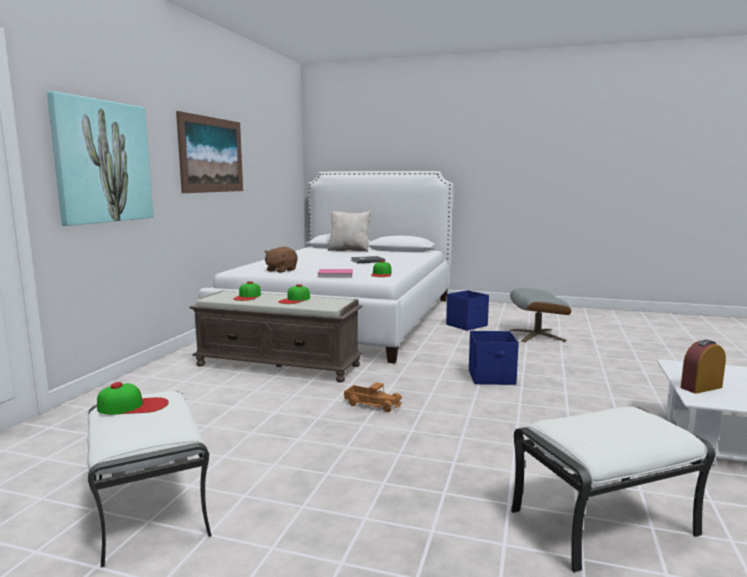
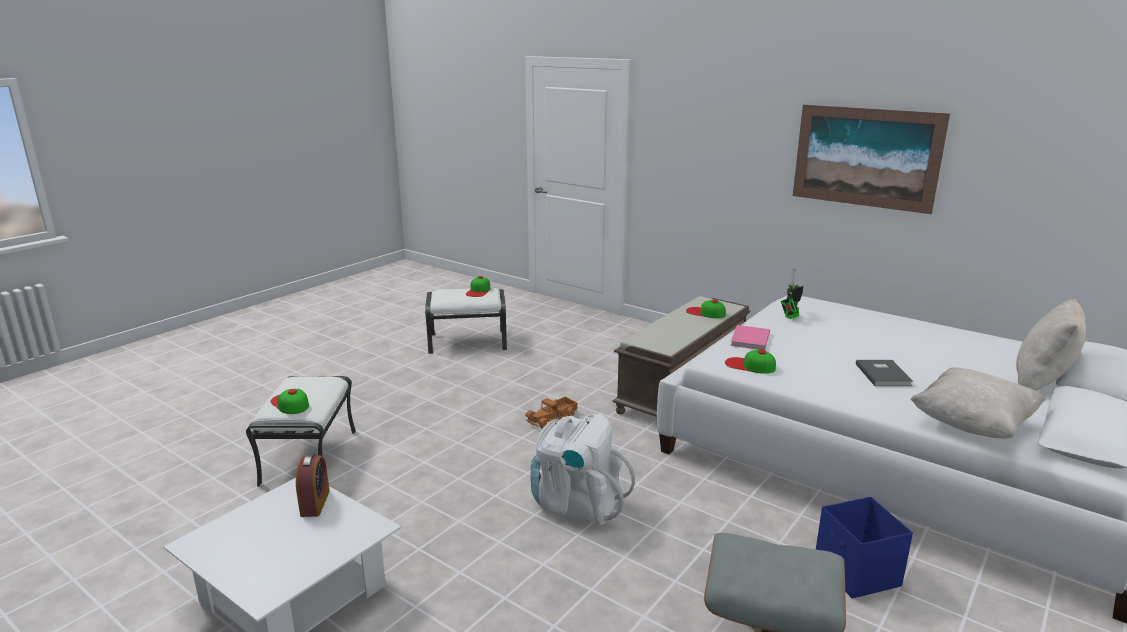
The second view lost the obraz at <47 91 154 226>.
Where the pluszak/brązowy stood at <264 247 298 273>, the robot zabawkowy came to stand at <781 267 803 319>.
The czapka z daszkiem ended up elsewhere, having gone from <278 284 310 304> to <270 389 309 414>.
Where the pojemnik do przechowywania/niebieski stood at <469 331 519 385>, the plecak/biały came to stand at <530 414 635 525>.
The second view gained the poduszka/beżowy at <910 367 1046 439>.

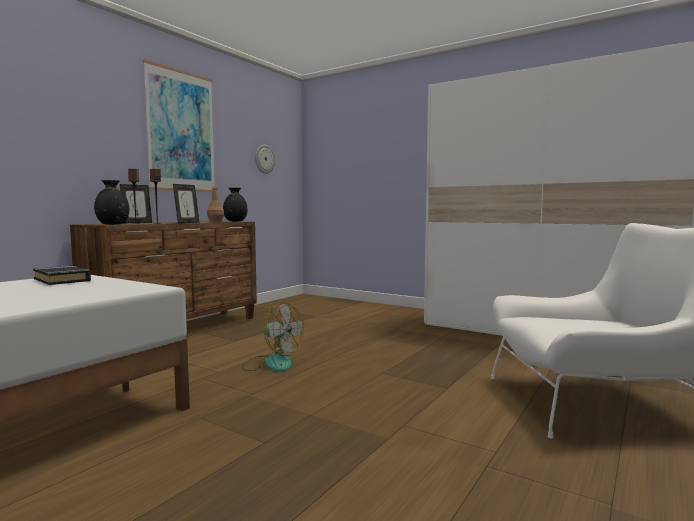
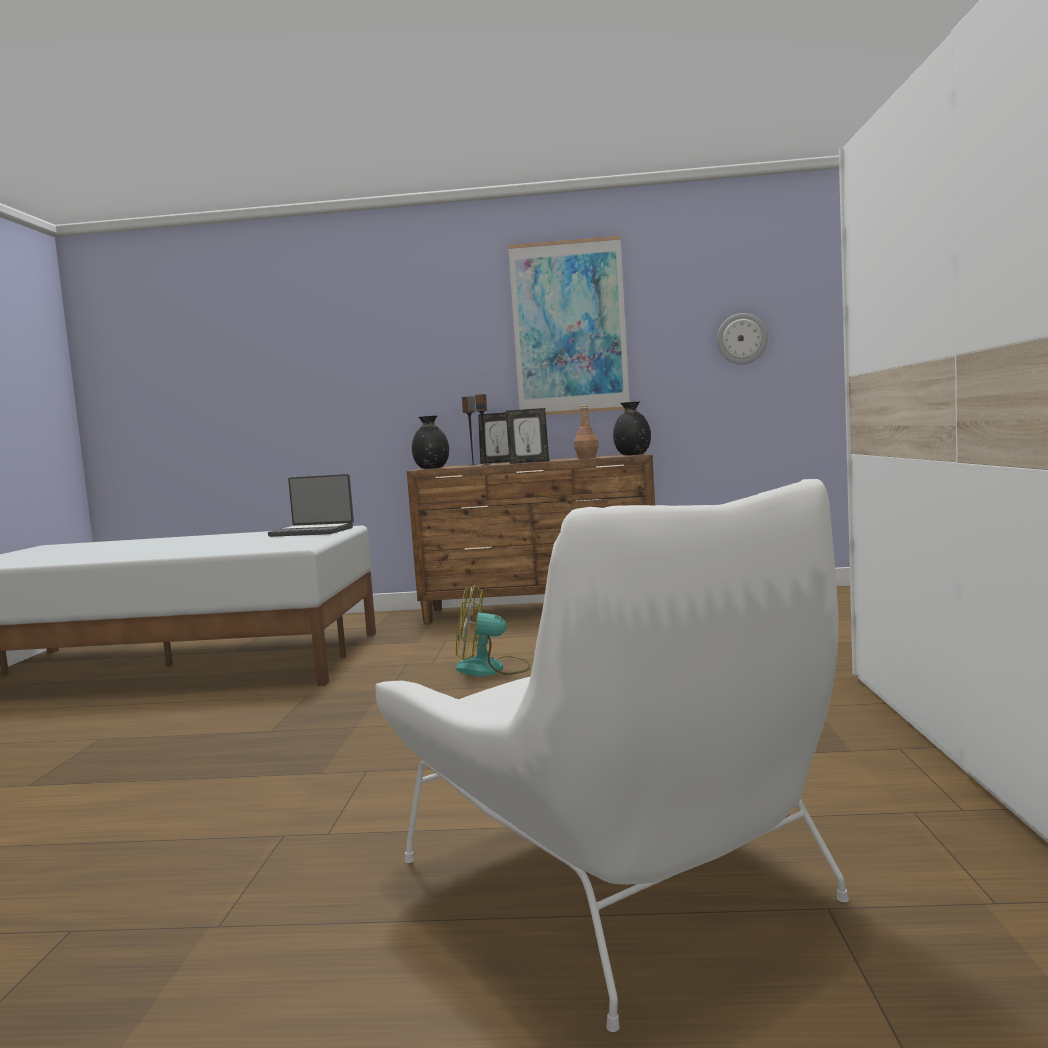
Where the książka/czarny stood at <33 266 91 285>, the laptop came to stand at <268 474 354 537>.
The wentylator at <241 302 304 372> ended up facing another way, 90 degrees clockwise from before.

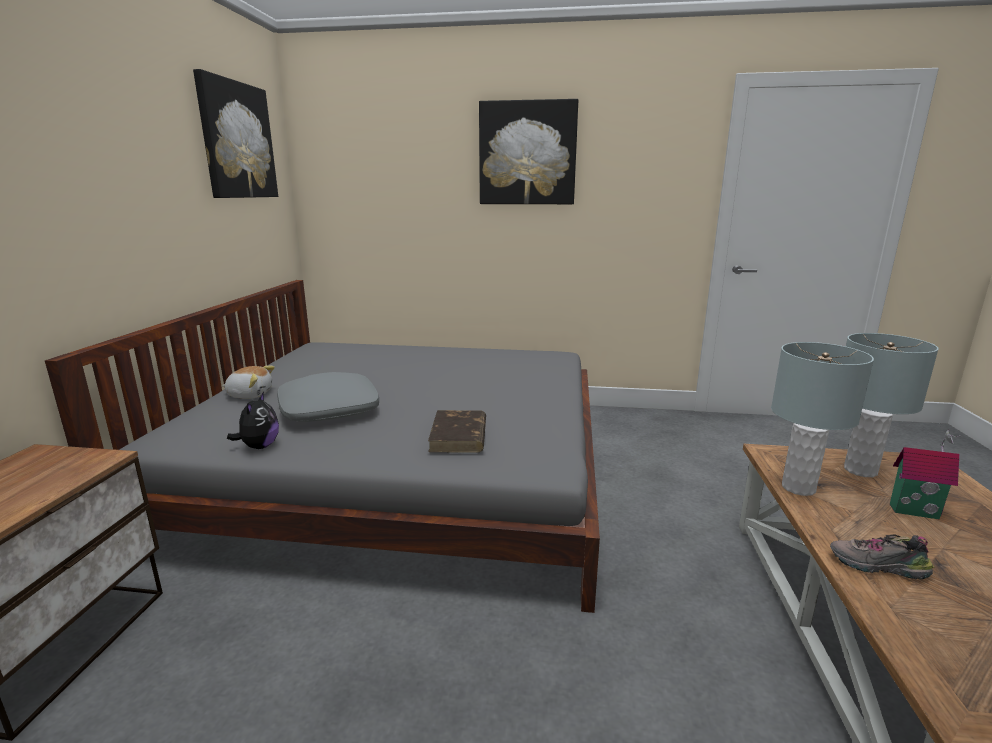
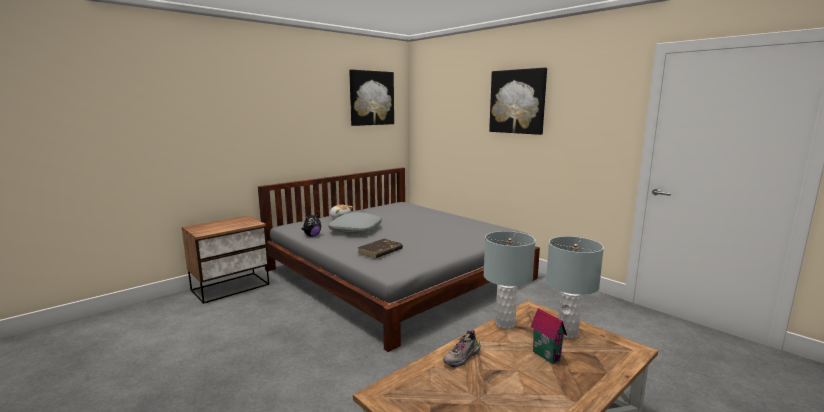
The but at <830 534 935 580> ended up facing another way, 105 degrees counterclockwise from before.

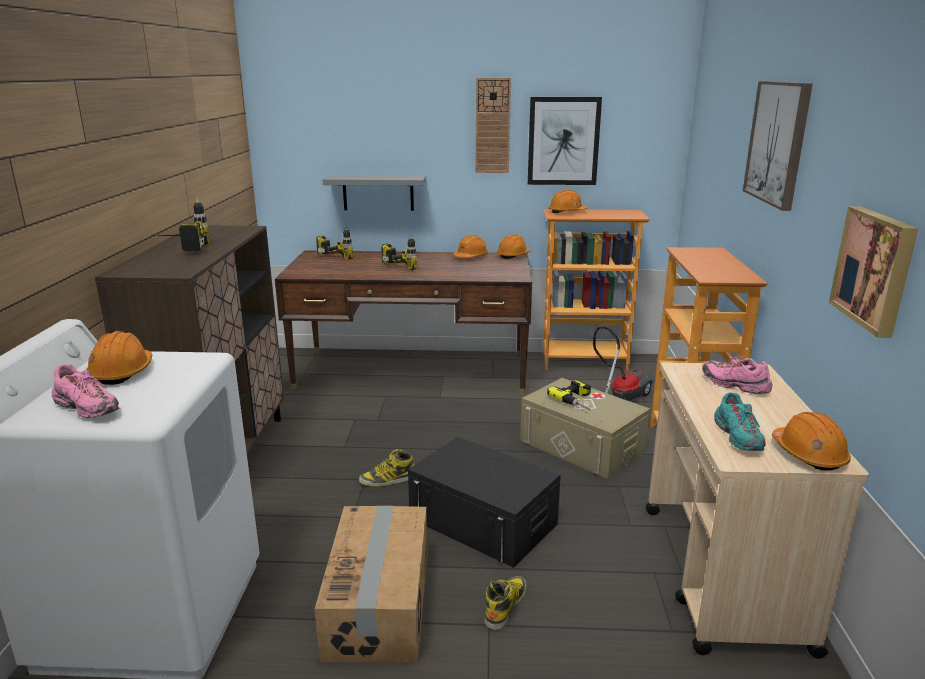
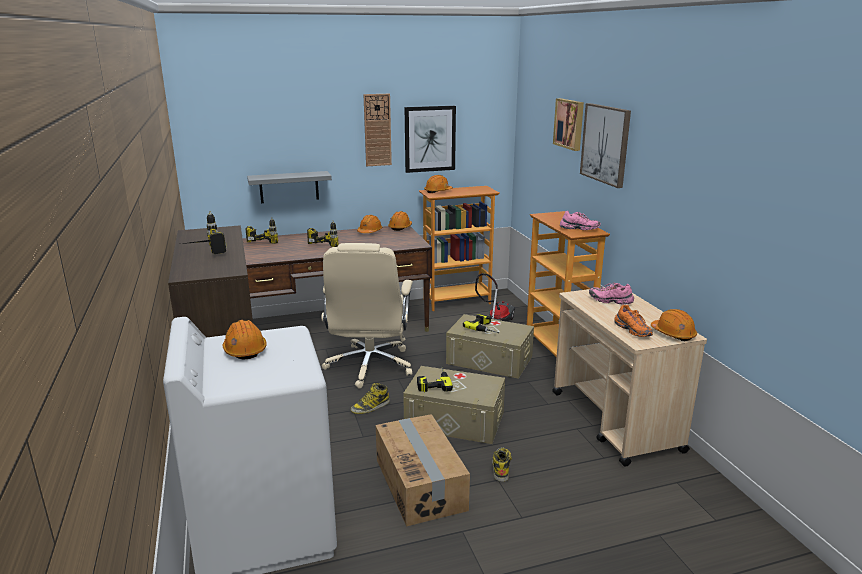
The obraz ended up elsewhere, having gone from <829 206 918 338> to <553 98 584 151>.
The but/różowy ended up elsewhere, having gone from <52 364 120 418> to <560 211 601 230>.
What was the but/turkusowy at <714 392 766 451> turned into the but/pomarańczowy at <614 305 653 337>.
What was the pojemnik do przechowywania/czarny at <408 437 561 568> turned into the pojemnik do przechowywania/beżowy at <403 366 505 444>.
The second view gained the krzesło biurowe/beżowy at <322 243 413 389>.
The second view gained the wiertarka at <417 367 453 392>.

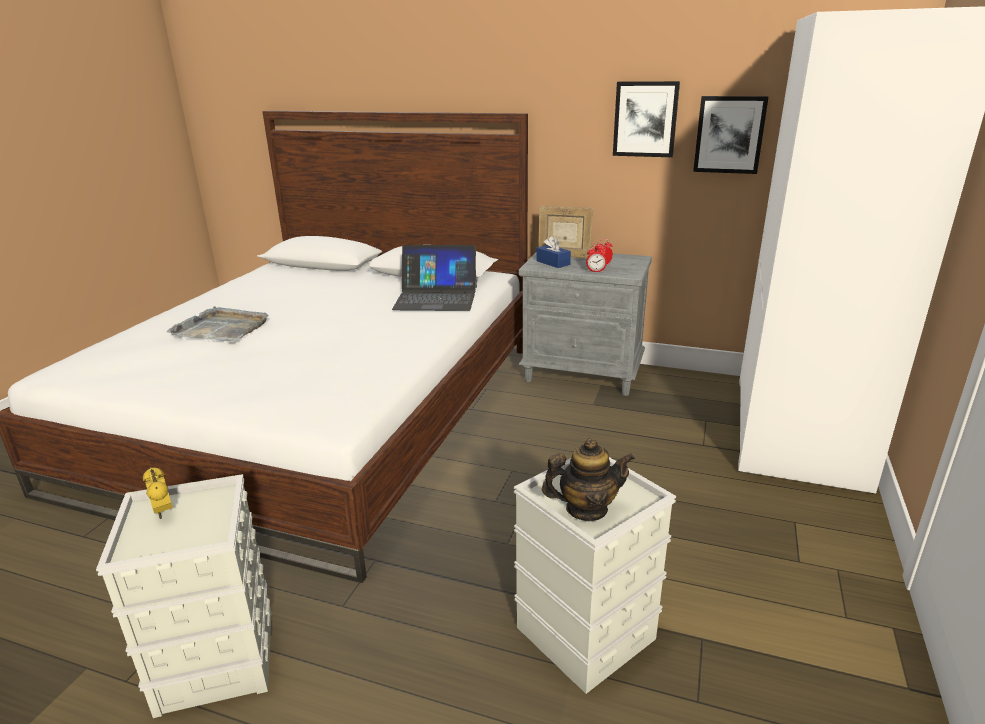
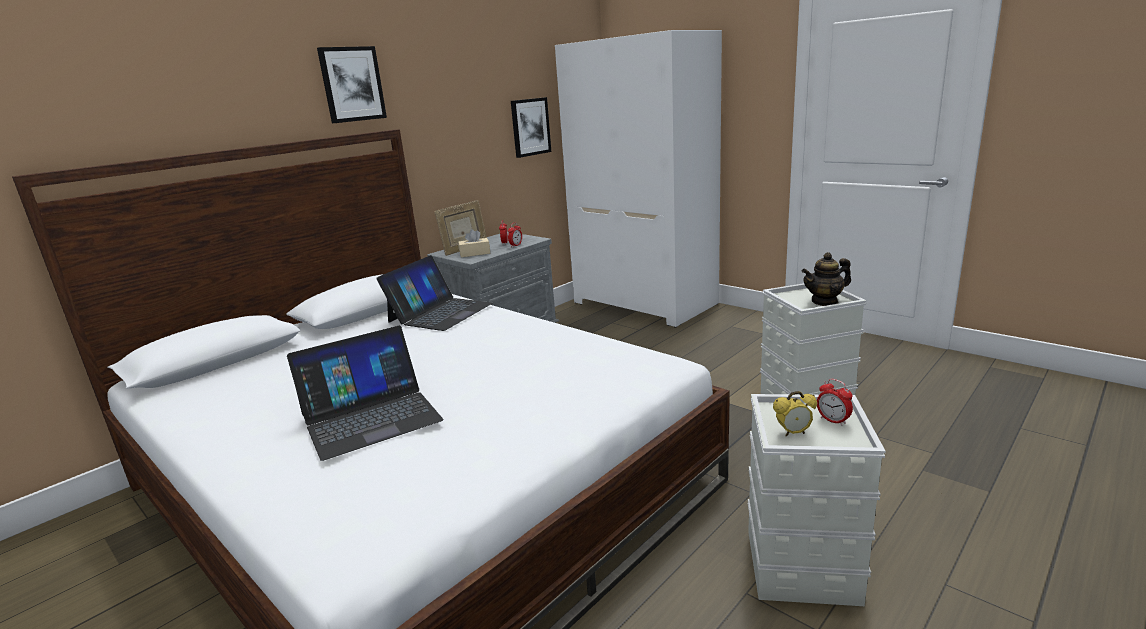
The obraz ended up elsewhere, having gone from <613 81 680 157> to <317 46 387 123>.
What was the pudełko chusteczek/niebieski at <536 236 571 268> turned into the pudełko chusteczek/beżowy at <458 229 490 258>.
Where the taca/szary stood at <166 306 269 342>, the laptop came to stand at <287 326 443 461>.
The imbryk at <542 438 635 521> ended up facing another way, 120 degrees counterclockwise from before.
The second view gained the budzik at <817 379 853 426>.

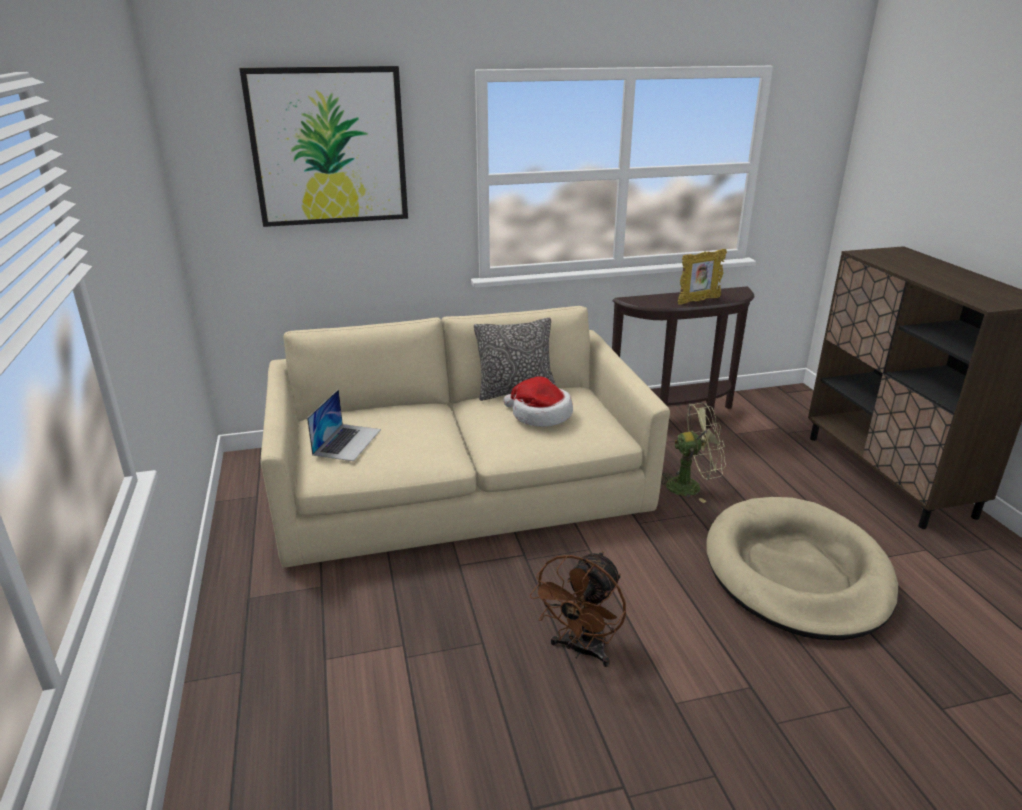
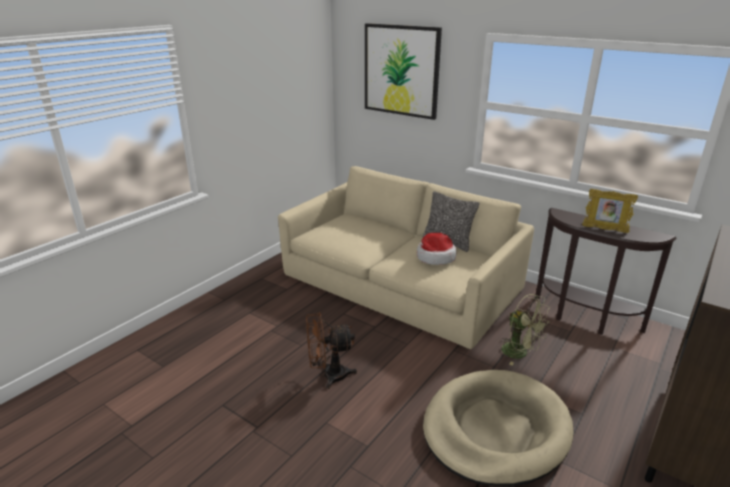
The second view lost the laptop at <307 389 381 461>.

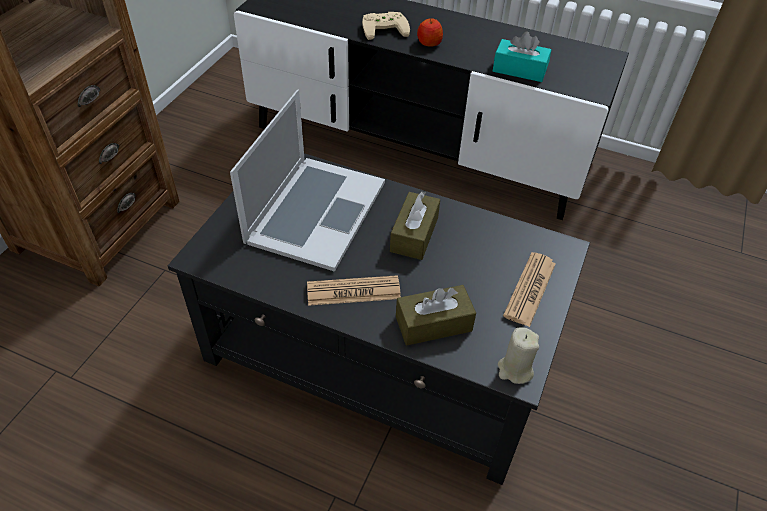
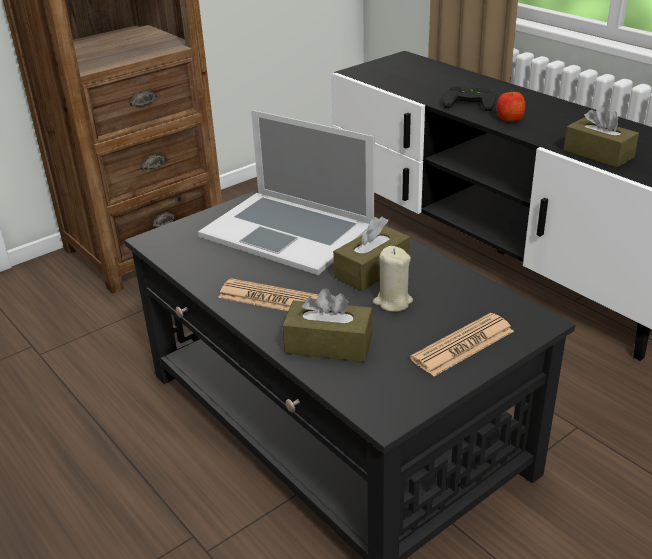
What was the pad do gier/beżowy at <362 12 410 40> turned into the pad do gier/czarny at <443 86 496 111>.
What was the pudełko chusteczek/turkusowy at <493 31 551 82> turned into the pudełko chusteczek/brązowy at <564 105 639 168>.
The laptop at <230 89 385 272> ended up facing another way, 75 degrees clockwise from before.
The świeca/beżowy ended up elsewhere, having gone from <497 327 539 384> to <373 246 413 312>.

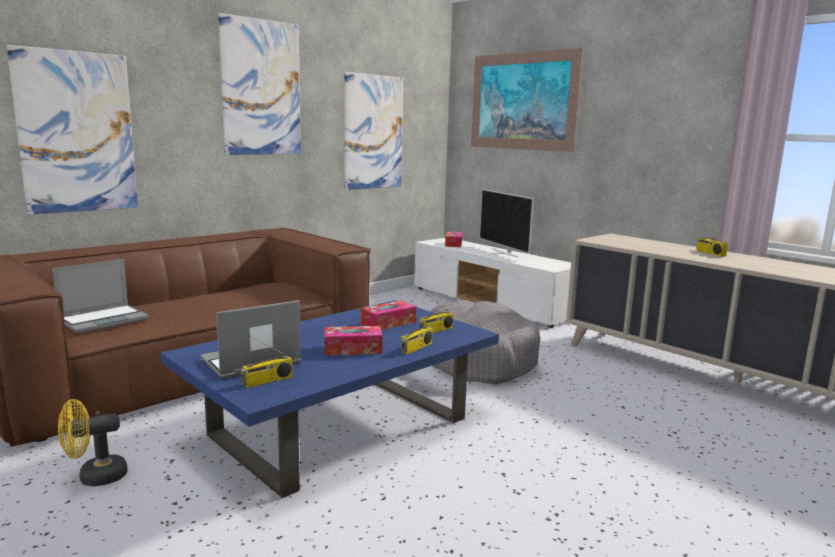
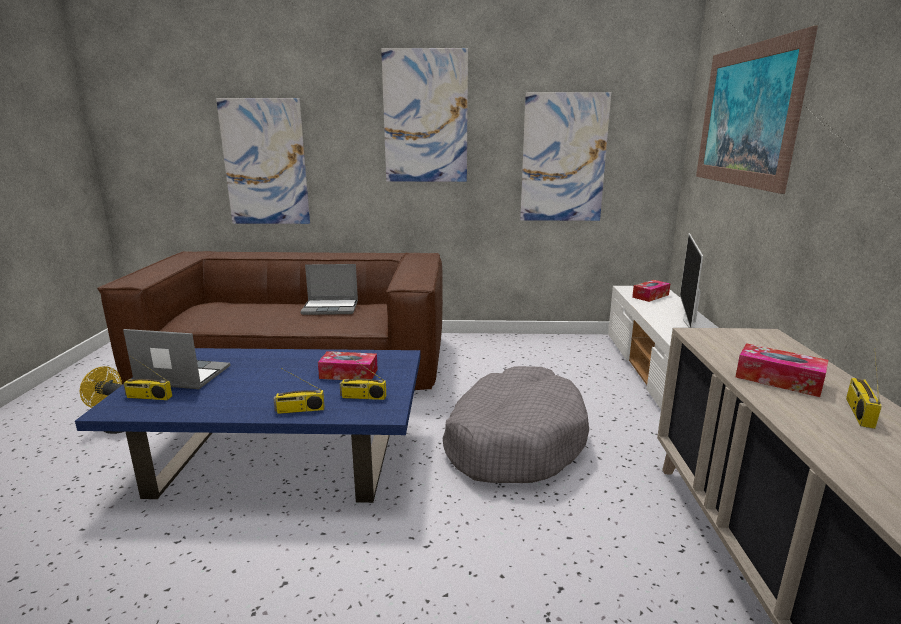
The laptop ended up elsewhere, having gone from <52 259 149 334> to <300 264 358 315>.
The pudełko chusteczek ended up elsewhere, having gone from <324 326 383 355> to <736 343 828 397>.

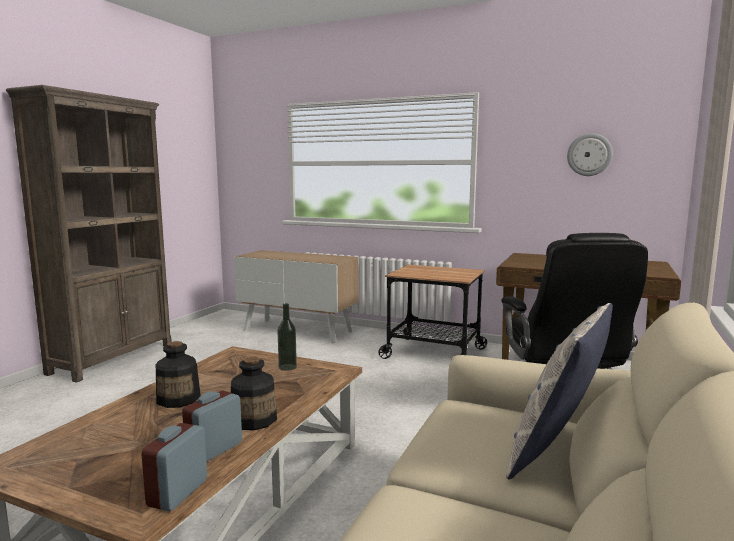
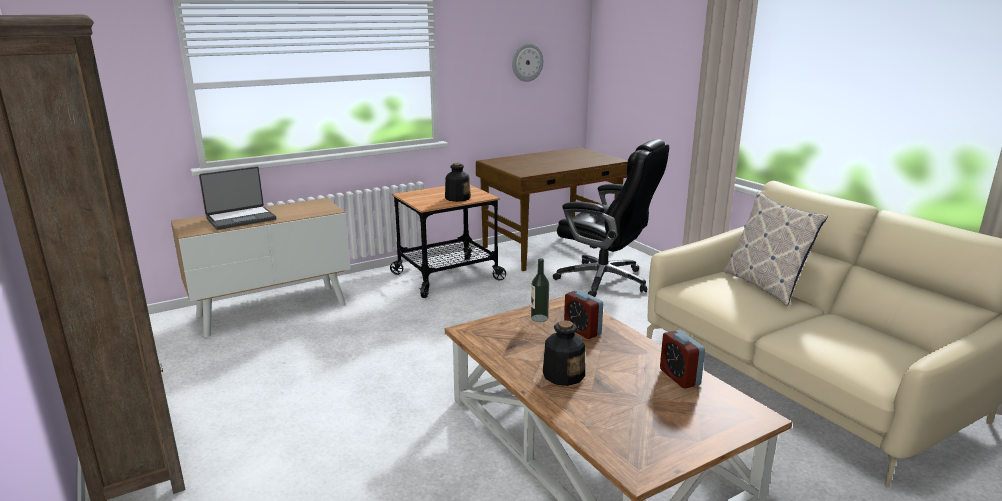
The butelka ended up elsewhere, having gone from <231 357 277 430> to <445 163 471 202>.
The budzik ended up elsewhere, having gone from <141 423 207 511> to <564 290 603 339>.
The second view gained the laptop at <199 166 276 230>.

